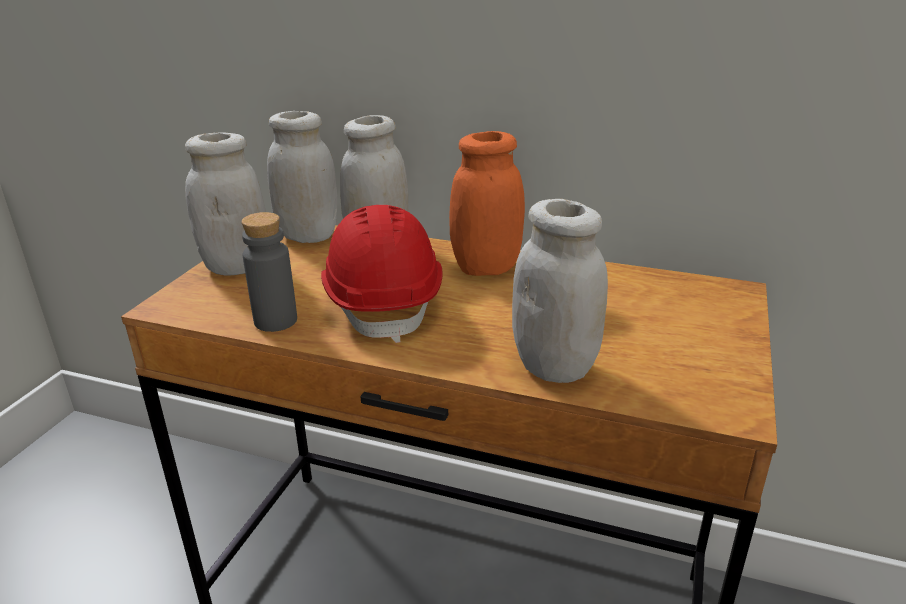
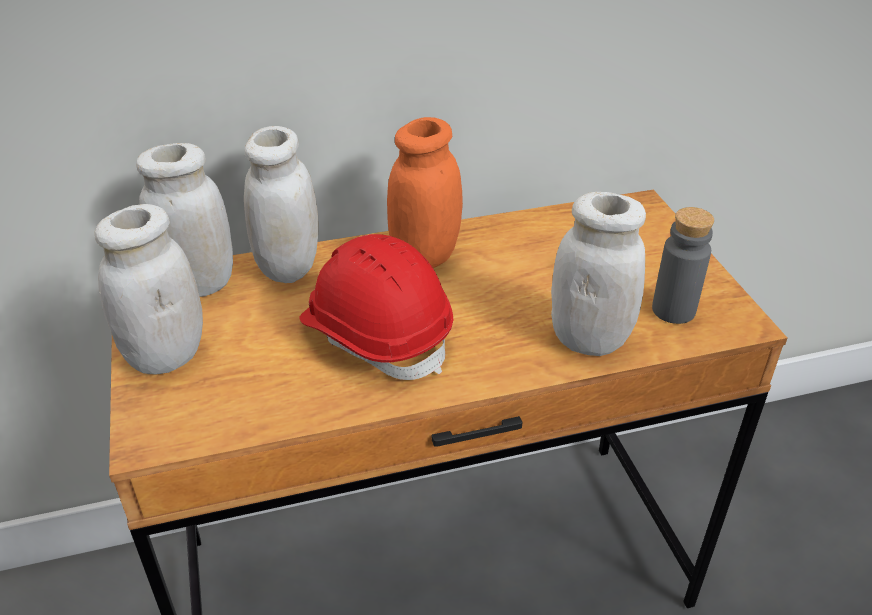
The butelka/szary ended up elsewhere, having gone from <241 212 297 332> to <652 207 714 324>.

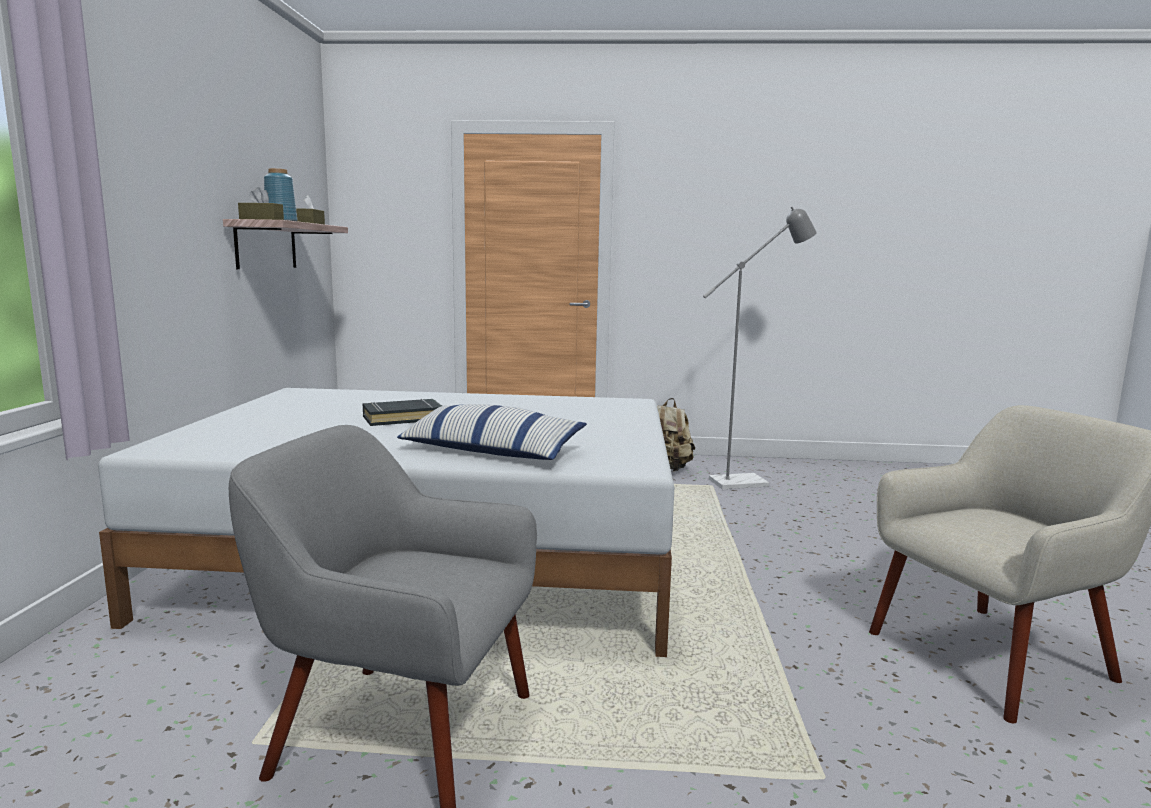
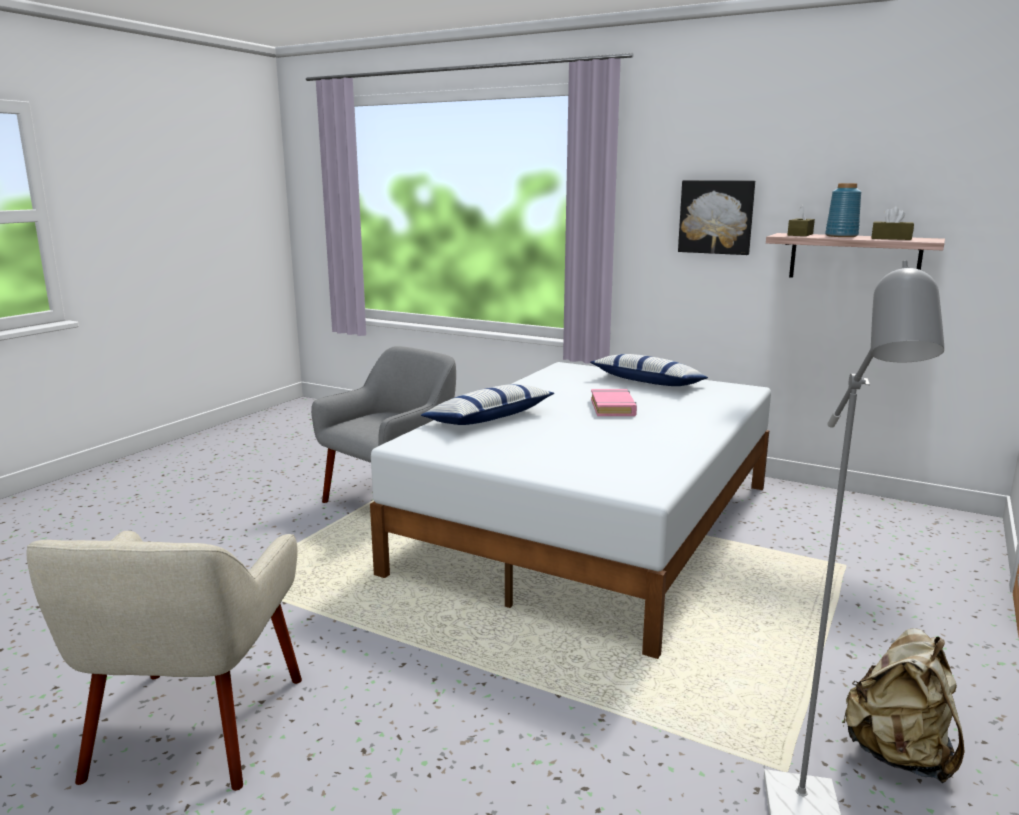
What was the książka/czarny at <363 399 442 426> turned into the książka/różowy at <591 389 637 416>.
The second view gained the obraz at <678 180 755 255>.
The second view gained the poduszka at <590 354 708 386>.

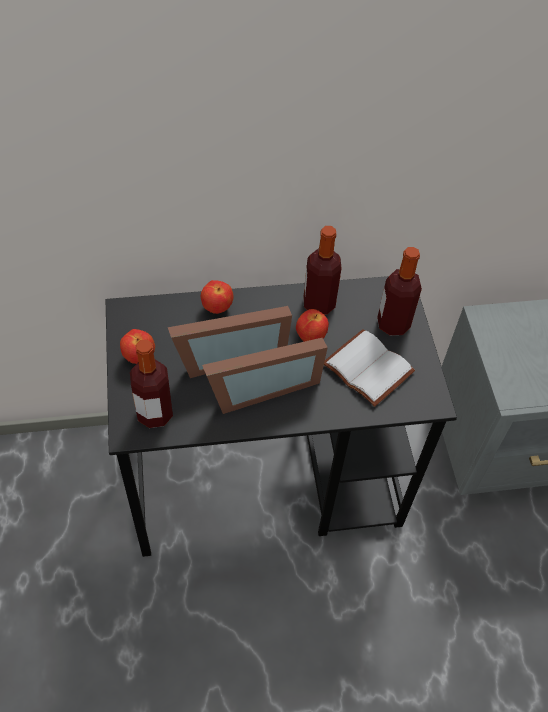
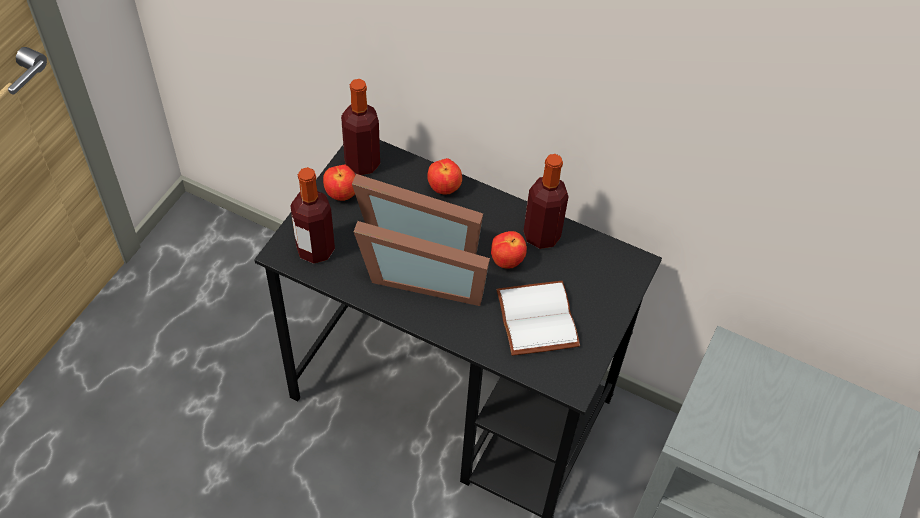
The butelka ended up elsewhere, having gone from <377 247 422 336> to <341 79 380 175>.

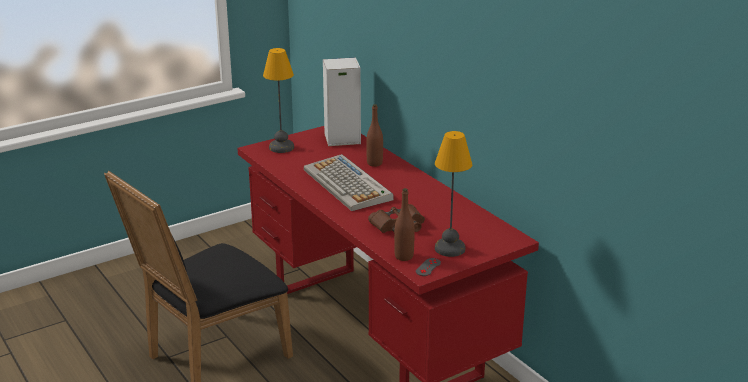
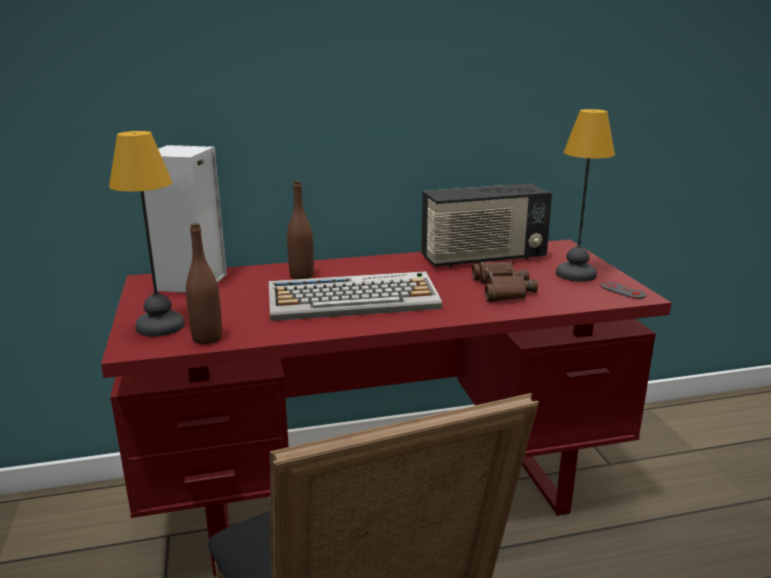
The butelka/brązowy ended up elsewhere, having gone from <394 188 415 261> to <186 223 222 344>.
The second view gained the radio at <421 183 552 268>.

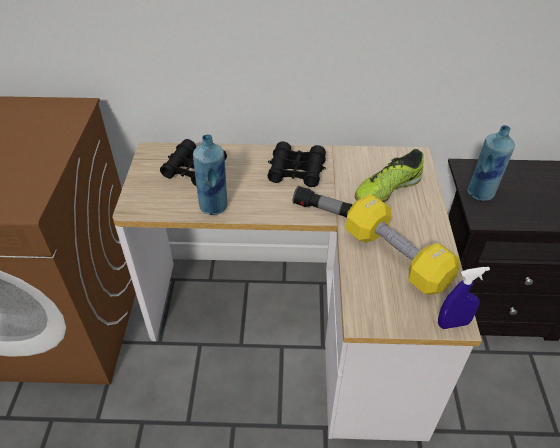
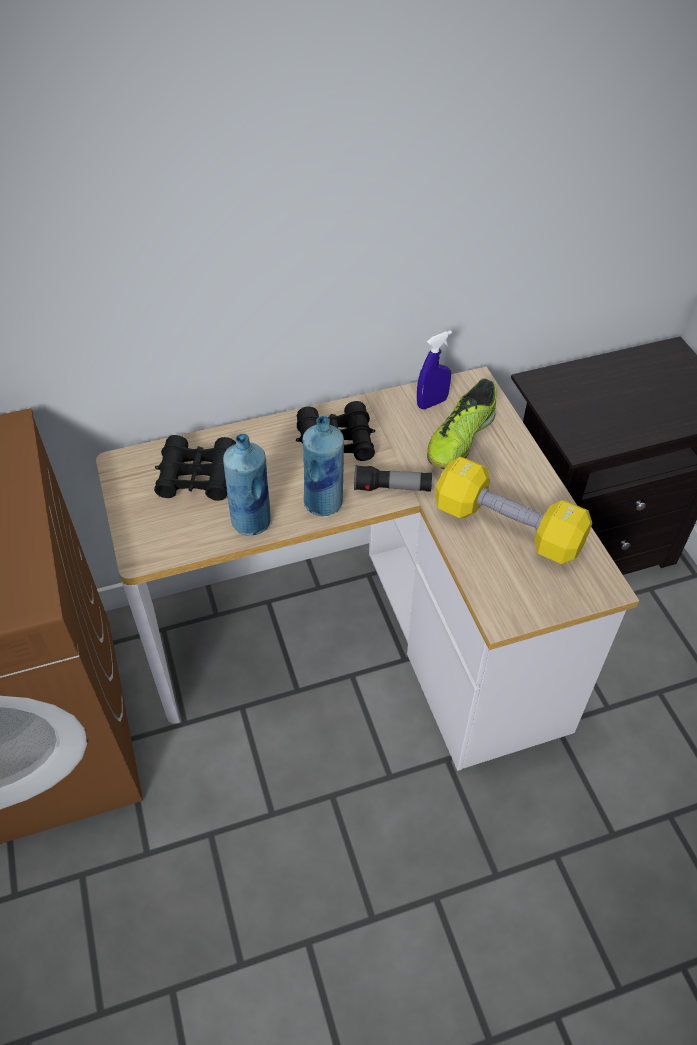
The butelka/niebieski ended up elsewhere, having gone from <468 125 515 201> to <303 416 344 516>.
The spryskiwacz/niebieski ended up elsewhere, having gone from <438 267 490 329> to <417 330 452 409>.

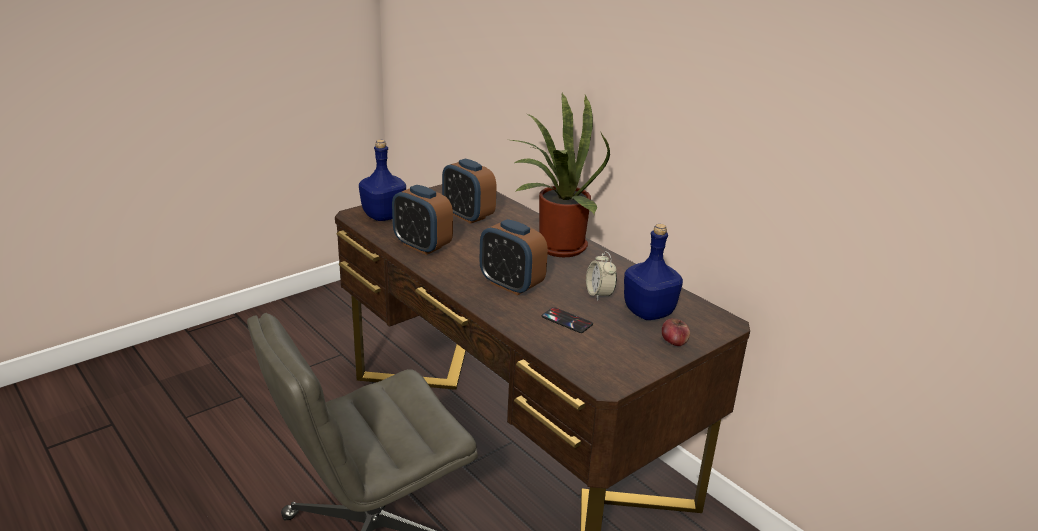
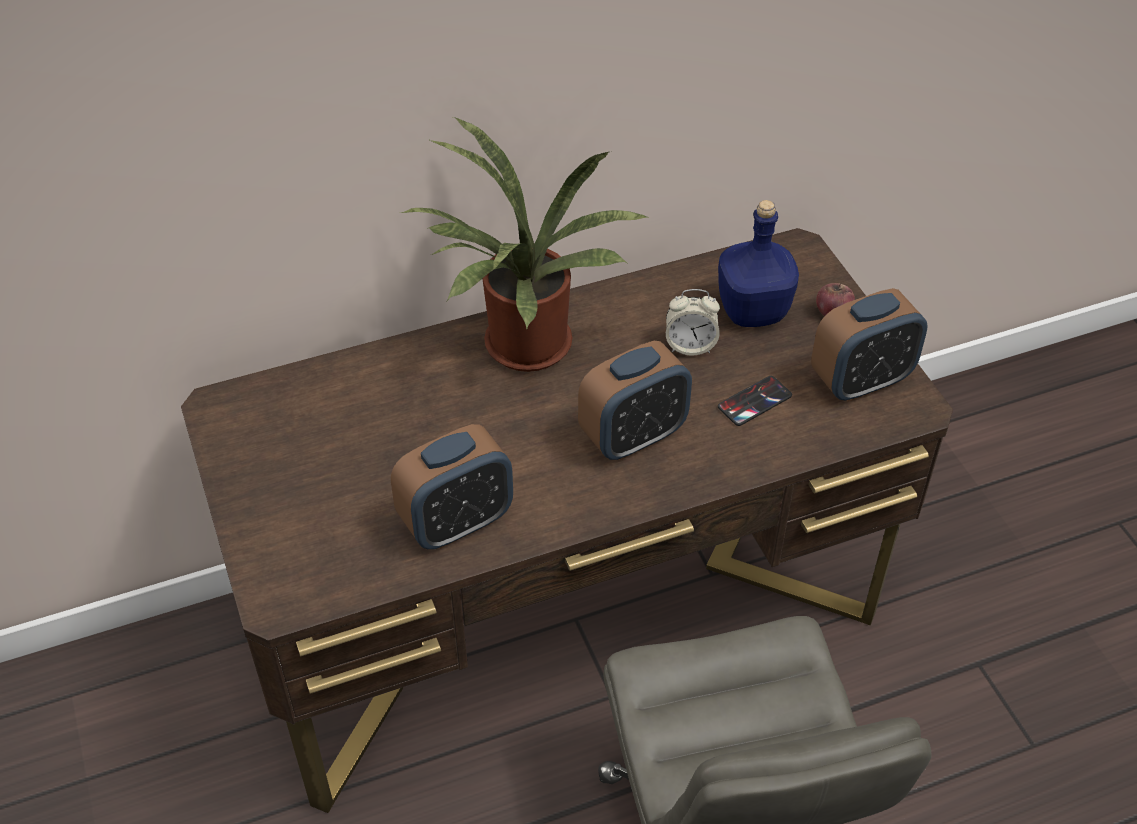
The second view lost the butelka/niebieski at <359 140 406 221>.
The budzik ended up elsewhere, having gone from <442 158 496 224> to <811 288 928 402>.

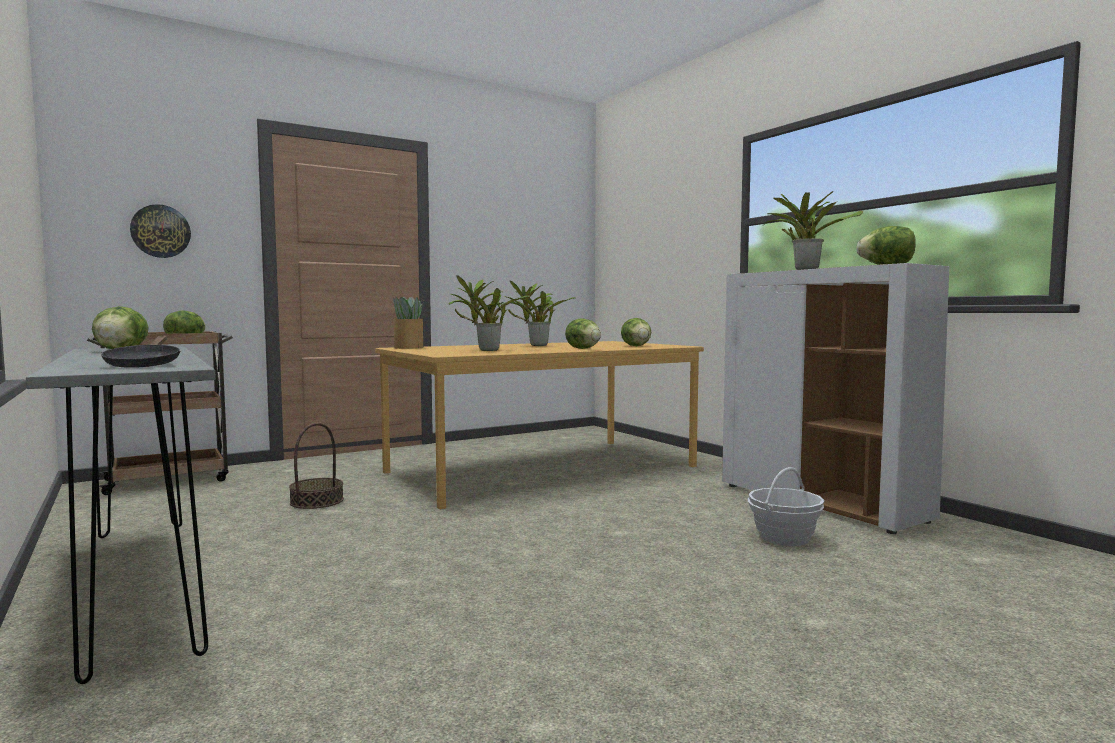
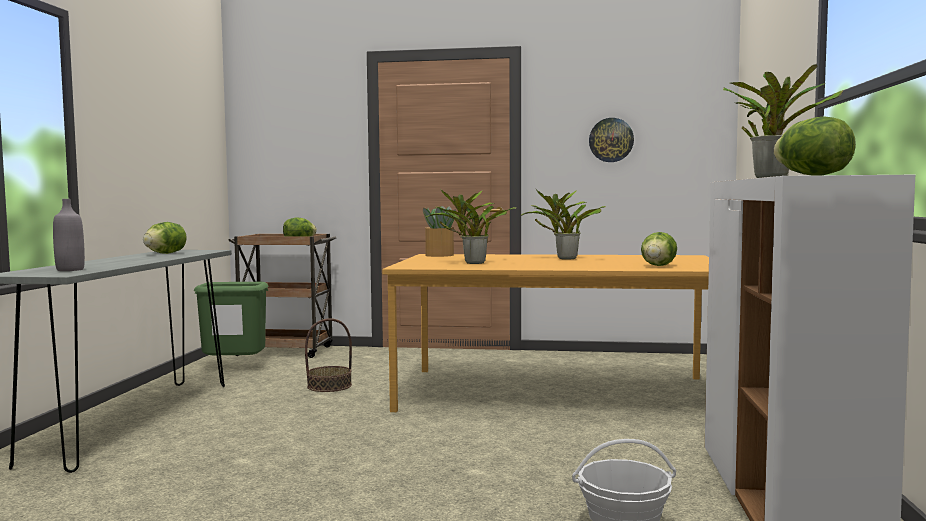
The zegar ścienny ended up elsewhere, having gone from <130 204 191 258> to <589 118 634 162>.
The second view lost the sałata at <565 318 601 349>.
Where the patelnia/czarny stood at <101 335 180 368>, the butelka/szary came to stand at <53 199 85 271>.
The second view gained the kosz na śmieci/zielony at <194 282 268 355>.

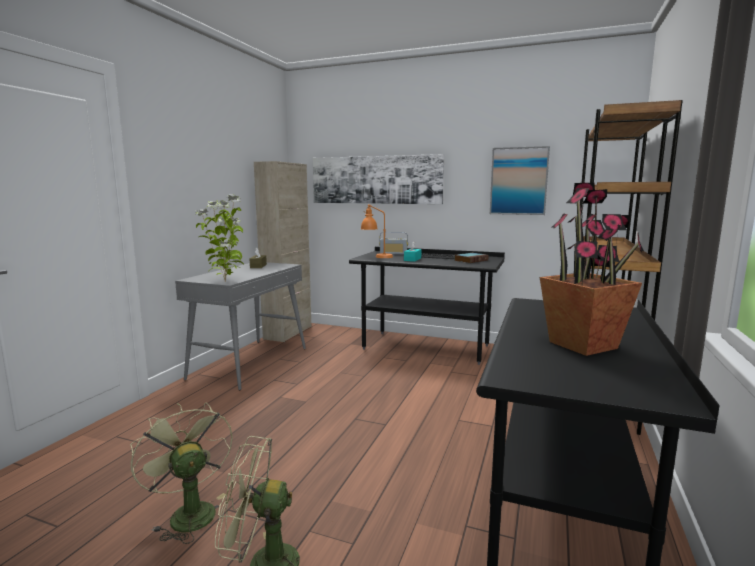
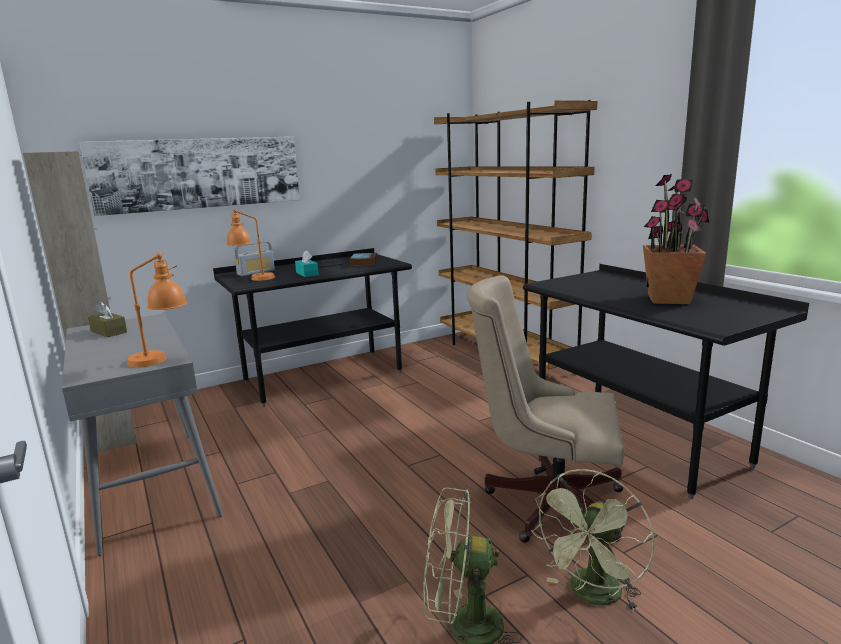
The second view lost the obraz at <490 146 550 215>.
Where the roślina doniczkowa stood at <195 194 244 282>, the lampa stołowa/pomarańczowy came to stand at <127 253 187 368>.
The second view gained the krzesło biurowe/beżowy at <467 275 625 543>.

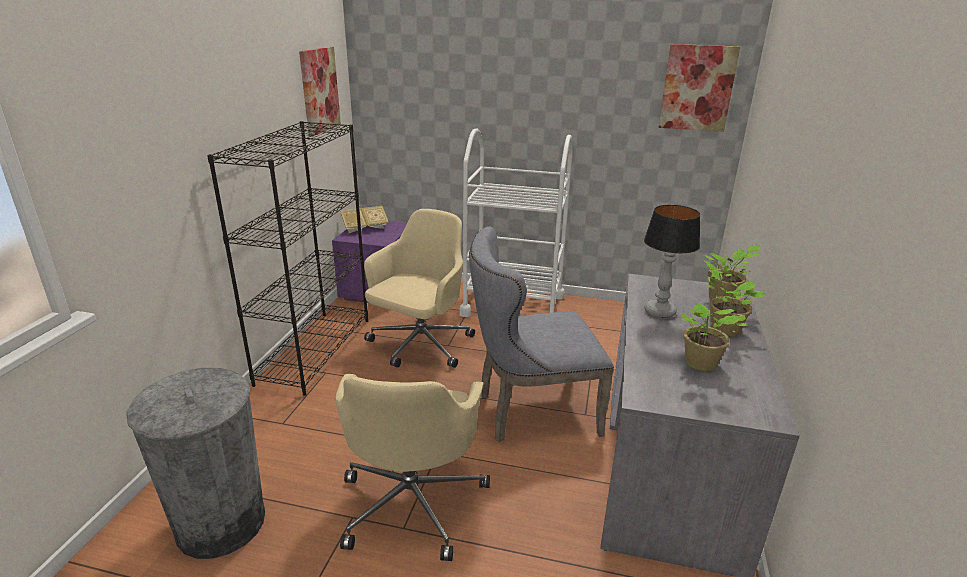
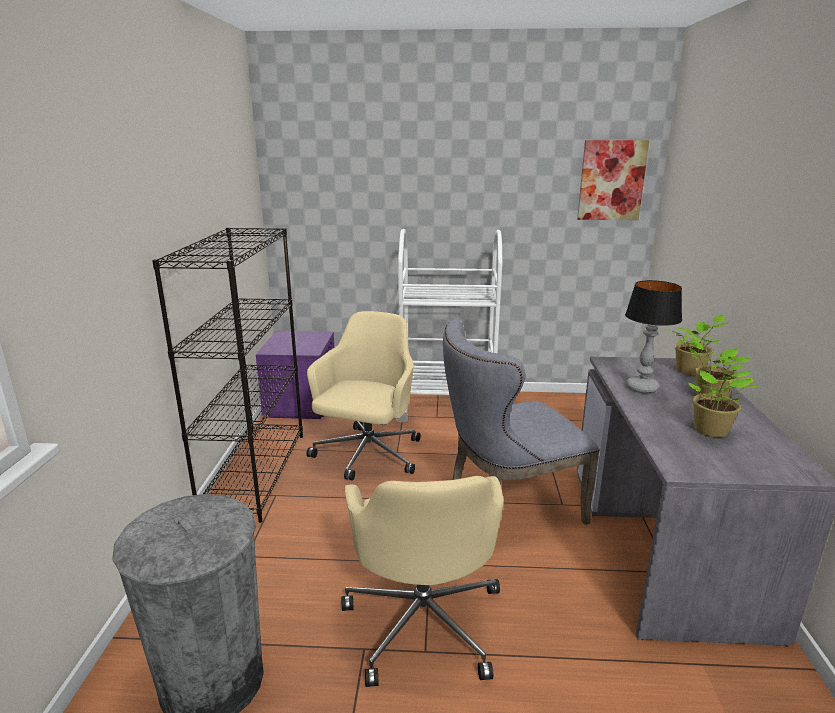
The second view lost the obraz at <299 47 341 137>.
The second view lost the książka at <340 206 389 233>.

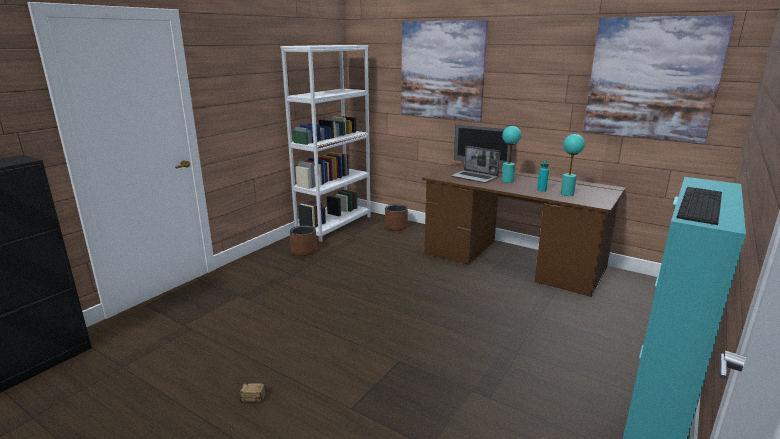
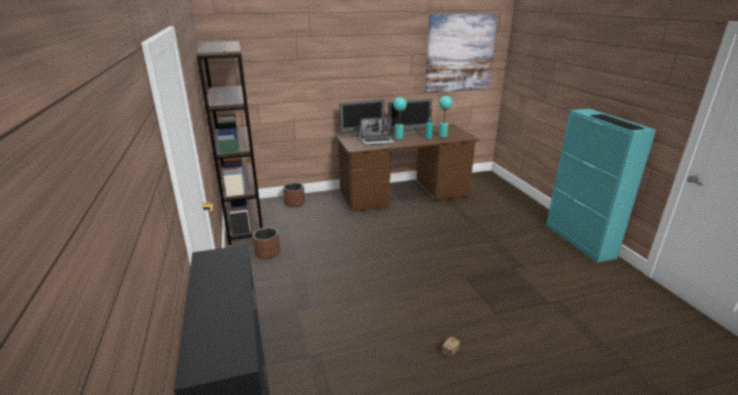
The second view lost the obraz at <401 20 488 122>.
What was the regał/biały at <280 45 371 242> turned into the regał/brązowy at <196 41 263 245>.
The second view gained the monitor at <388 98 432 135>.

